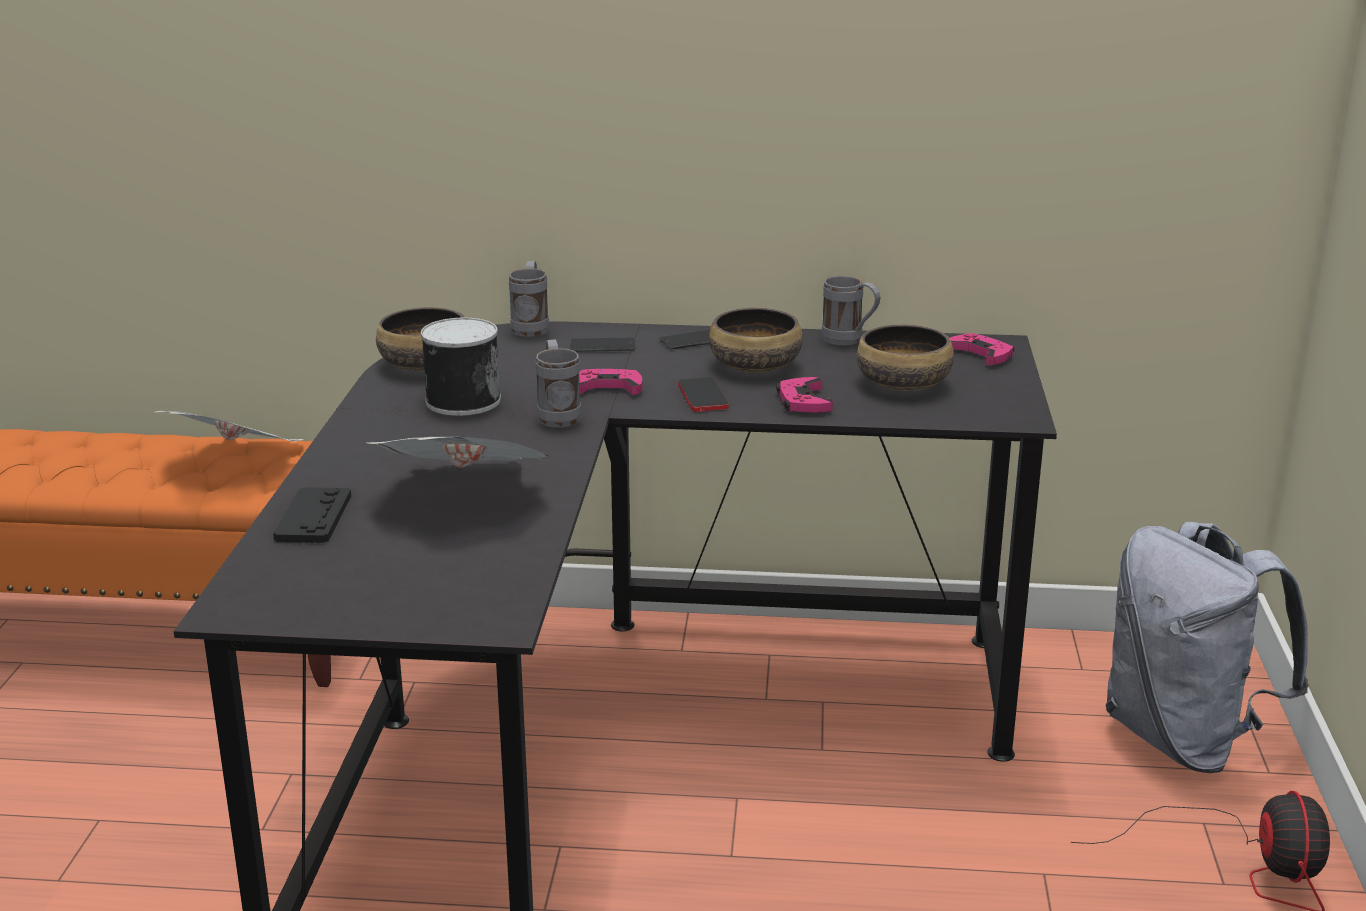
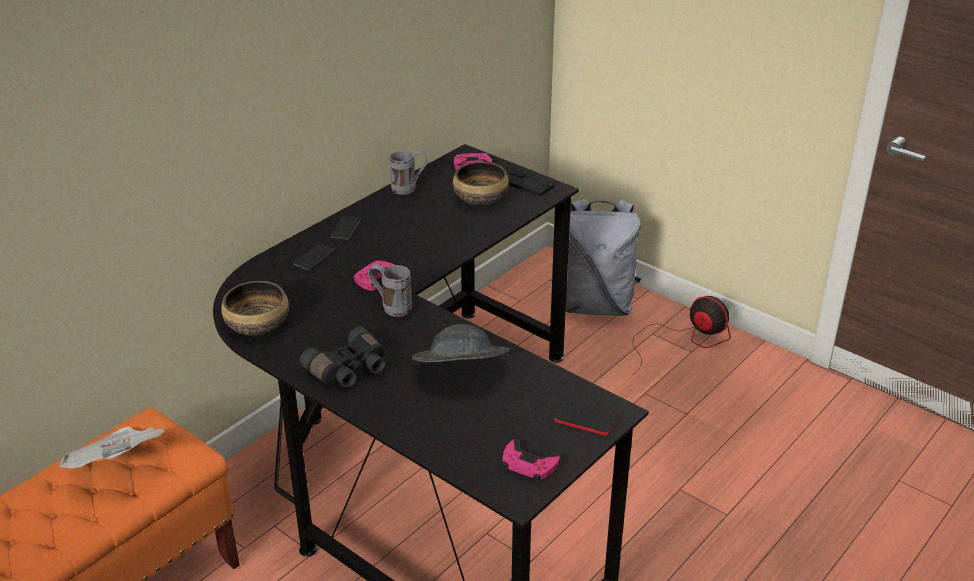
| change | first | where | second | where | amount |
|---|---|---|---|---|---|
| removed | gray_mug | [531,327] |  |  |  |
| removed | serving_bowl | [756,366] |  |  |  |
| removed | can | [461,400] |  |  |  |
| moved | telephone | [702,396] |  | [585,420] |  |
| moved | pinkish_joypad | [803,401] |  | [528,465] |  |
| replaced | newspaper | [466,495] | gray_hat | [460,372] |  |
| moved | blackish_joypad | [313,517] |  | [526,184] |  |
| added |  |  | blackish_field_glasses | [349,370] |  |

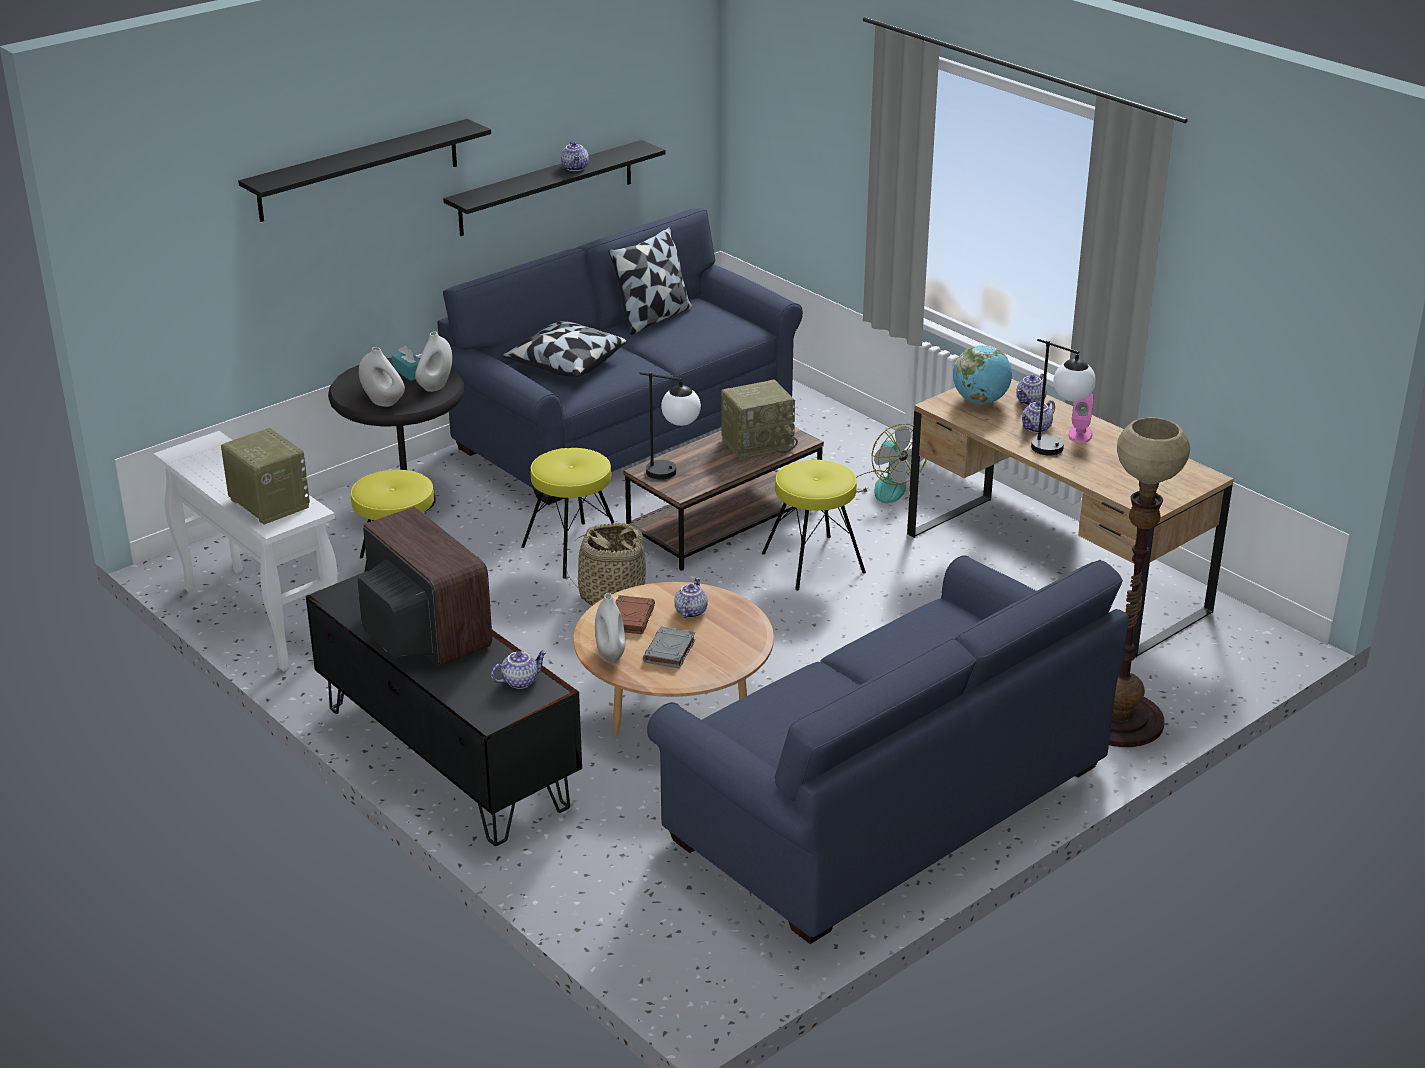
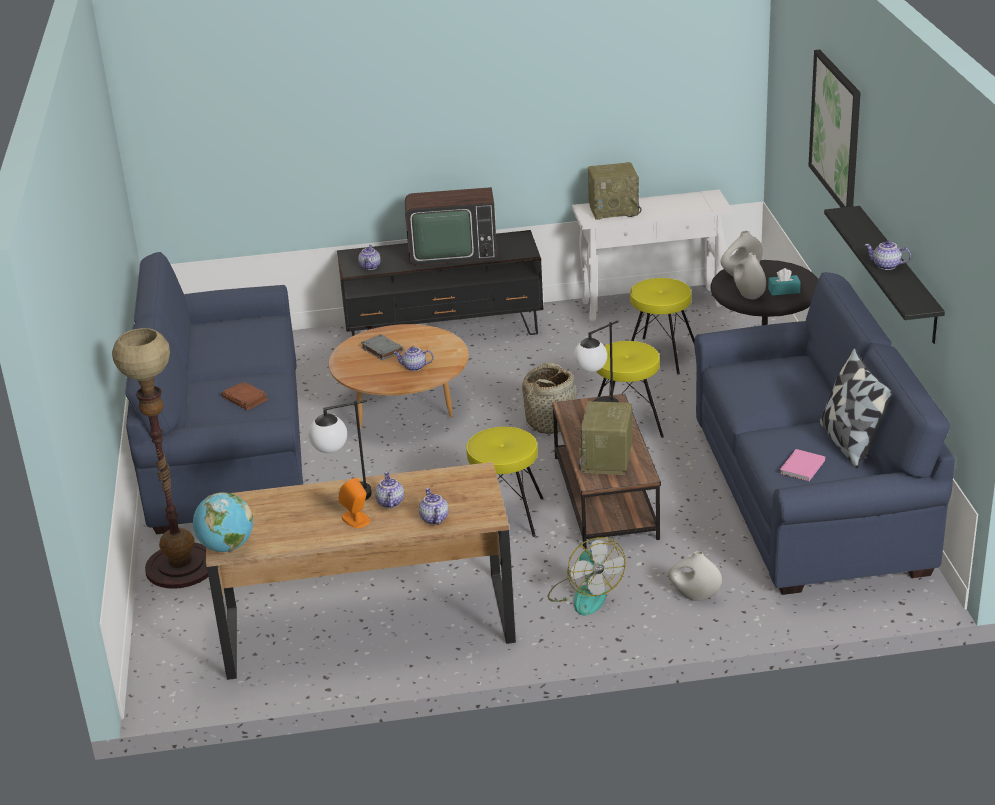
| change | first | where | second | where | amount |
|---|---|---|---|---|---|
| replaced | blackish_wall_shelf | [359,170] | wall_art | [836,130] |  |
| removed | throw_pillow | [565,364] |  |  |  |
| moved | world_globe | [980,401] |  | [226,547] |  |
| recoloured | pinkish_speaker | [1080,434] | orange-coloured_speaker | [356,519] |  |
| turned | fan | [884,486] |  | [585,594] | 120 degrees counterclockwise |
| turned | tea_pot | [690,611] |  | [414,367] | 135 degrees clockwise |
| moved | whitish_flower_vase | [610,655] |  | [694,596] |  |
| moved | brown-coloured_volume | [630,618] |  | [246,399] |  |
| added |  |  | pinkish_volume | [801,467] |  |

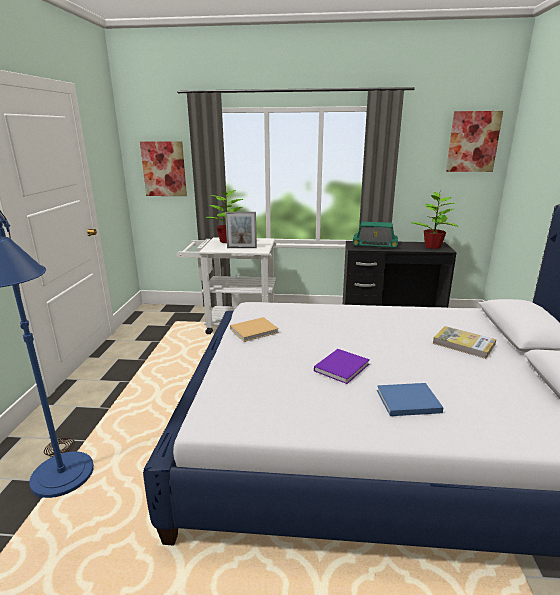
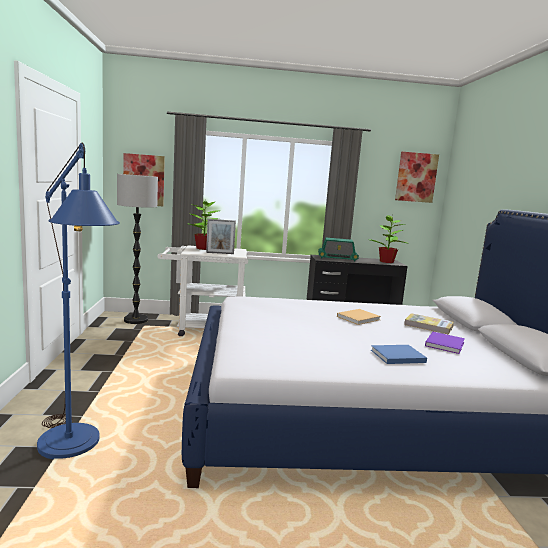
| change | first | where | second | where | amount |
|---|---|---|---|---|---|
| moved | sand-coloured_volume | [255,330] |  | [359,318] |  |
| moved | purplish_volume | [342,367] |  | [445,344] |  |
| added |  |  | standing_lamp | [135,320] |  |

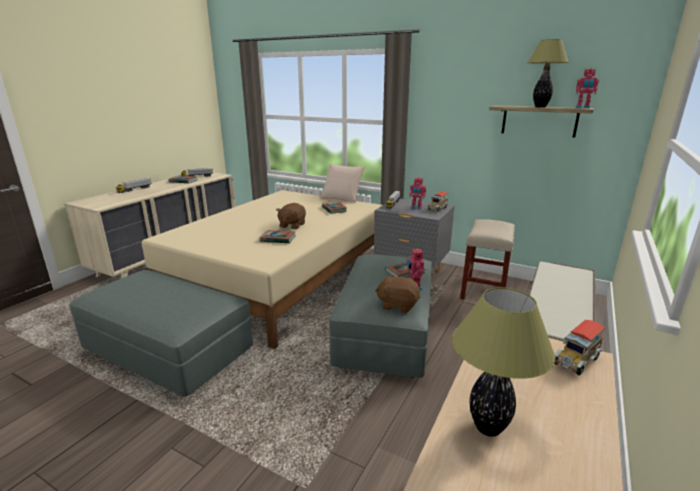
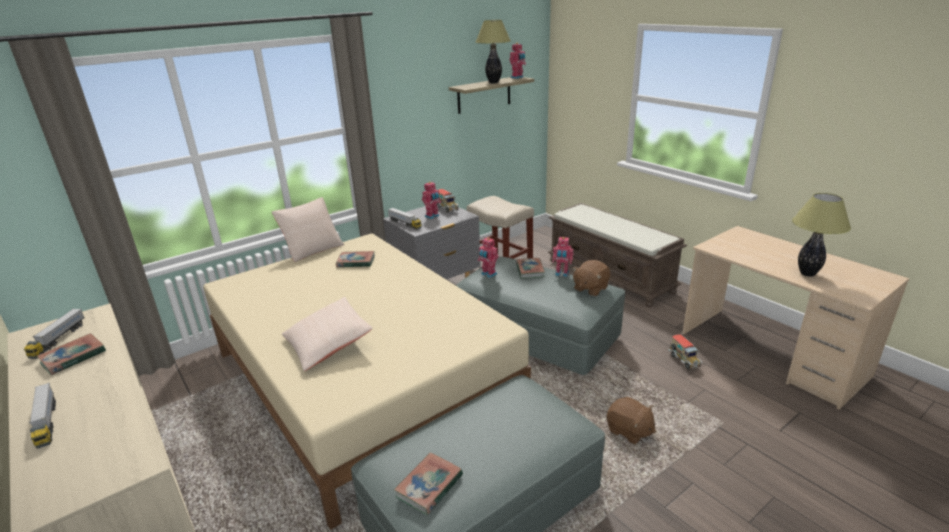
| change | first | where | second | where | amount |
|---|---|---|---|---|---|
| moved | brown-coloured_cuddly_toy | [292,225] |  | [629,431] |  |
| moved | volume | [278,239] |  | [429,486] |  |
| moved | toy_lorry | [575,361] |  | [683,361] |  |
| added |  |  | toy_robot | [488,274] |  |
| added |  |  | sand-coloured_throw_pillow | [328,344] |  |

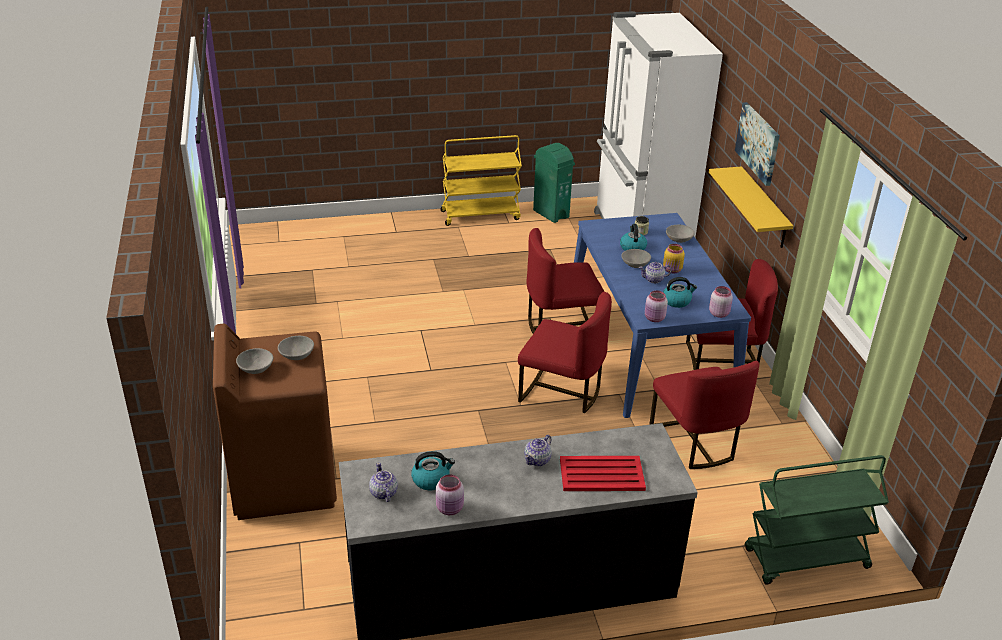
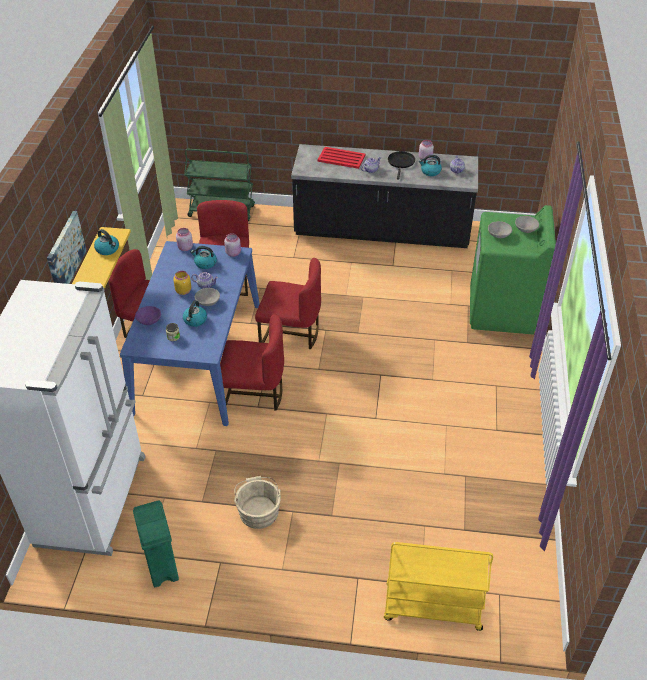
| change | first | where | second | where | amount |
|---|---|---|---|---|---|
| moved | yellow_wheeled_cart | [481,215] |  | [432,607] |  |
| recoloured | gray_serving_bowl | [678,240] | purplish_serving_bowl | [149,321] |  |
| turned | red-coloured_plain_chair | [561,391] |  | [290,334] | 150 degrees clockwise |
| recoloured | brown-coloured_washing_machine | [283,480] | green_washing_machine | [502,311] |  |
| added |  |  | blackish_skillet | [401,163] |  |
| added |  |  | kettle | [108,249] |  |
| added |  |  | sand-coloured_water_bucket | [258,510] |  |

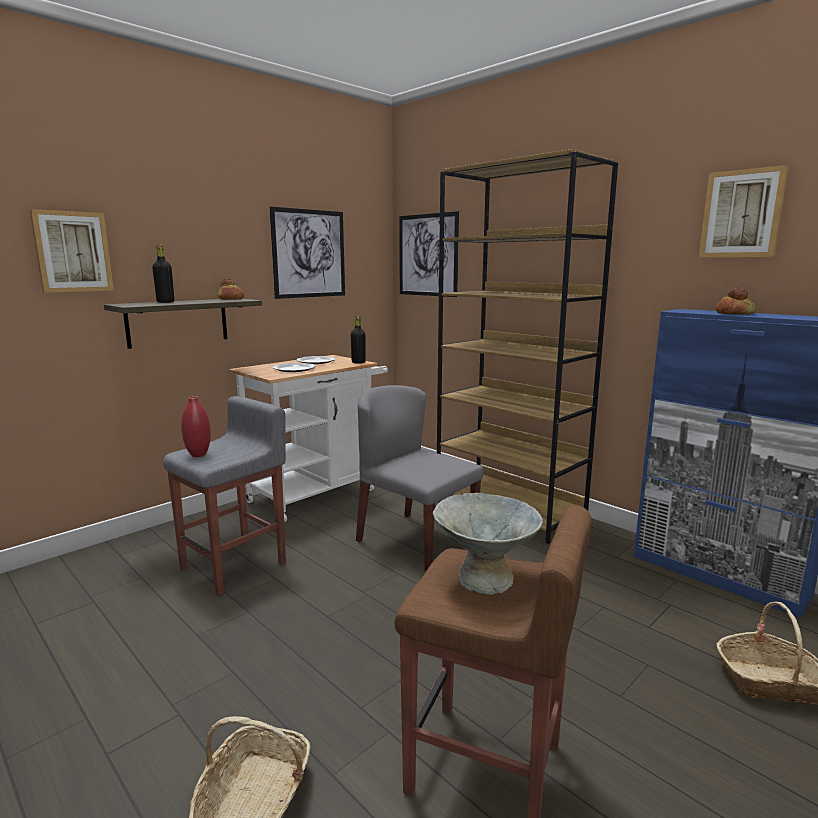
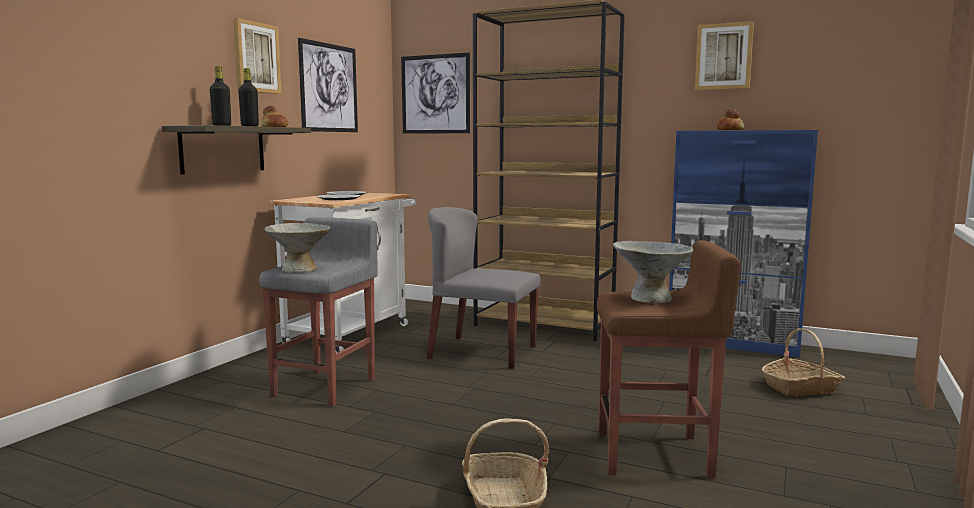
| change | first | where | second | where | amount |
|---|---|---|---|---|---|
| moved | wall_art | [73,252] |  | [256,57] |  |
| moved | blackish_bottle | [358,362] |  | [249,126] |  |
| replaced | red-coloured_flower_vase | [198,455] | gray_serving_bowl | [299,269] |  |

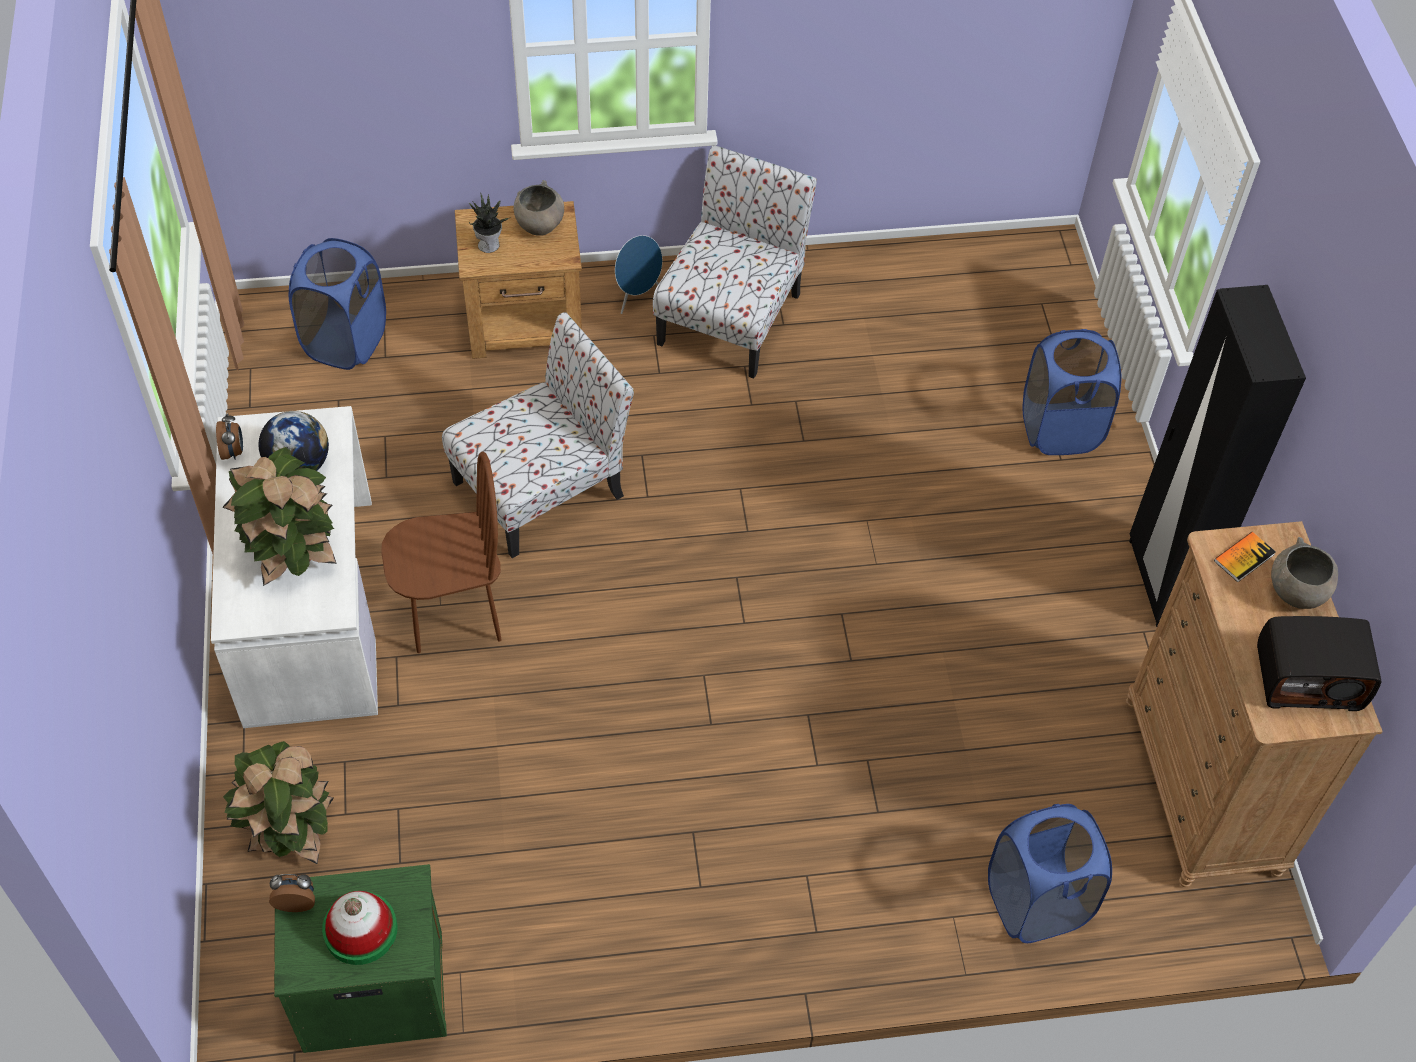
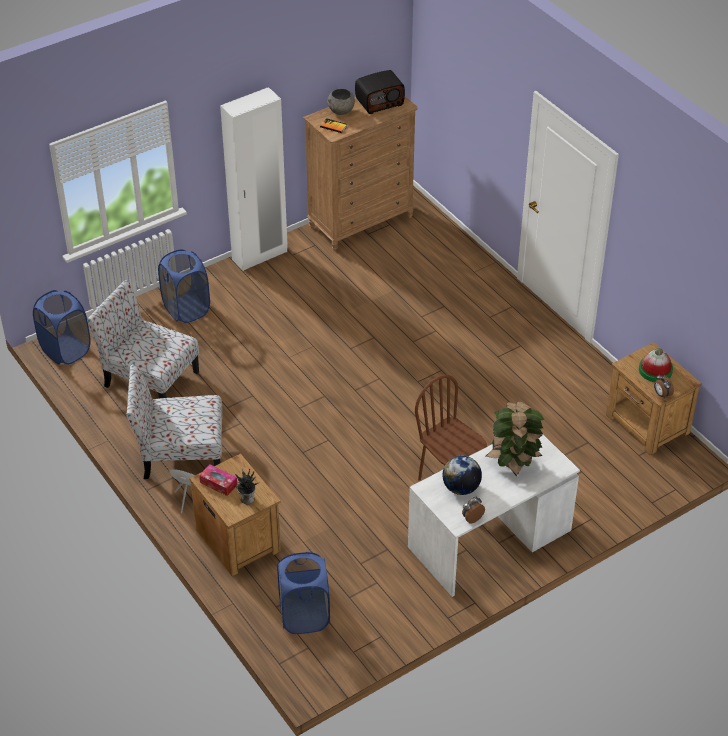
| change | first | where | second | where | amount |
|---|---|---|---|---|---|
| replaced | gray_serving_bowl | [539,225] | box_of_tissues | [218,483] |  |
| recoloured | blackish_clothes_cupboard | [1161,581] | whitish_clothes_cupboard | [260,256] |  |
| moved | plain_chair | [542,487] |  | [149,378] |  |
| turned | radio_set | [1308,678] |  | [379,102] | 90 degrees clockwise |
| removed | potted_plant | [290,834] |  |  |  |
| moved | blue-coloured_hamper | [1036,903] |  | [66,350] |  |
| recoloured | green_bedside_table | [371,989] | brown-coloured_bedside_table | [647,425] |  |

